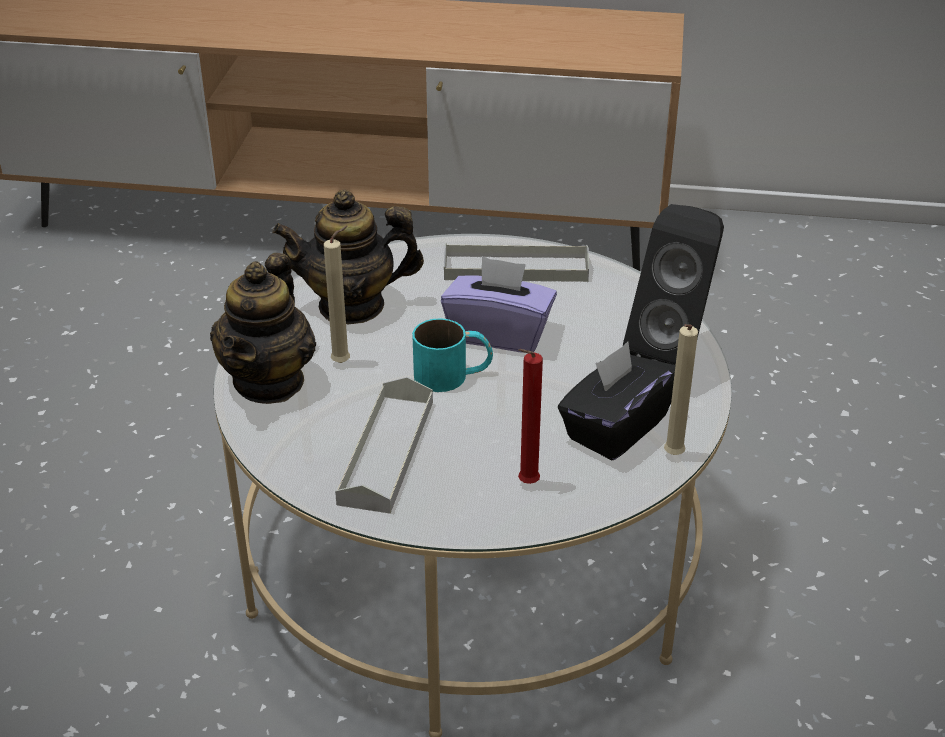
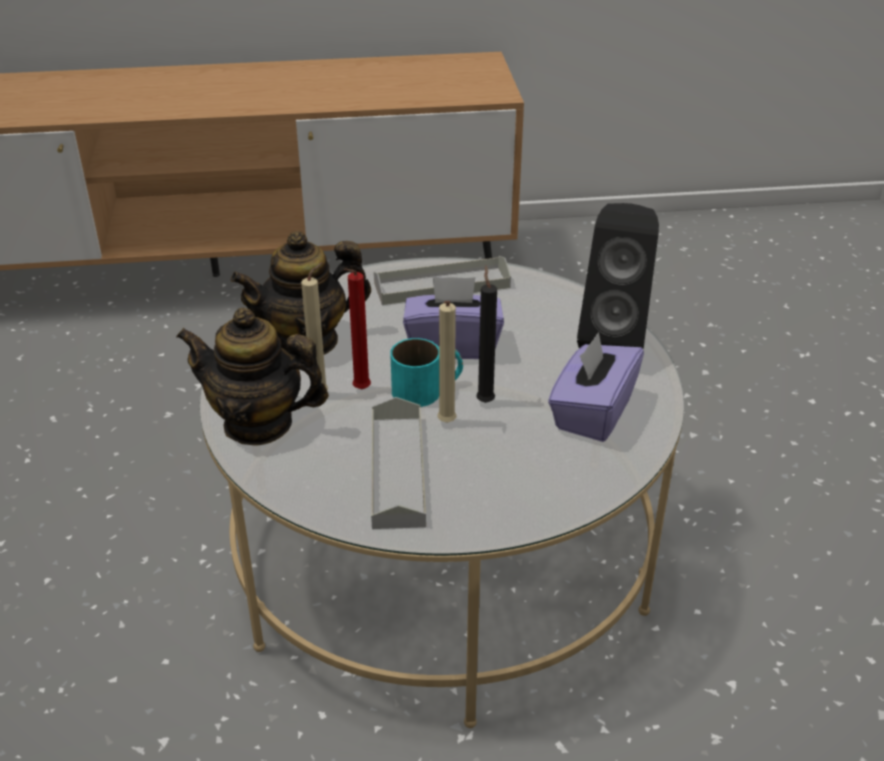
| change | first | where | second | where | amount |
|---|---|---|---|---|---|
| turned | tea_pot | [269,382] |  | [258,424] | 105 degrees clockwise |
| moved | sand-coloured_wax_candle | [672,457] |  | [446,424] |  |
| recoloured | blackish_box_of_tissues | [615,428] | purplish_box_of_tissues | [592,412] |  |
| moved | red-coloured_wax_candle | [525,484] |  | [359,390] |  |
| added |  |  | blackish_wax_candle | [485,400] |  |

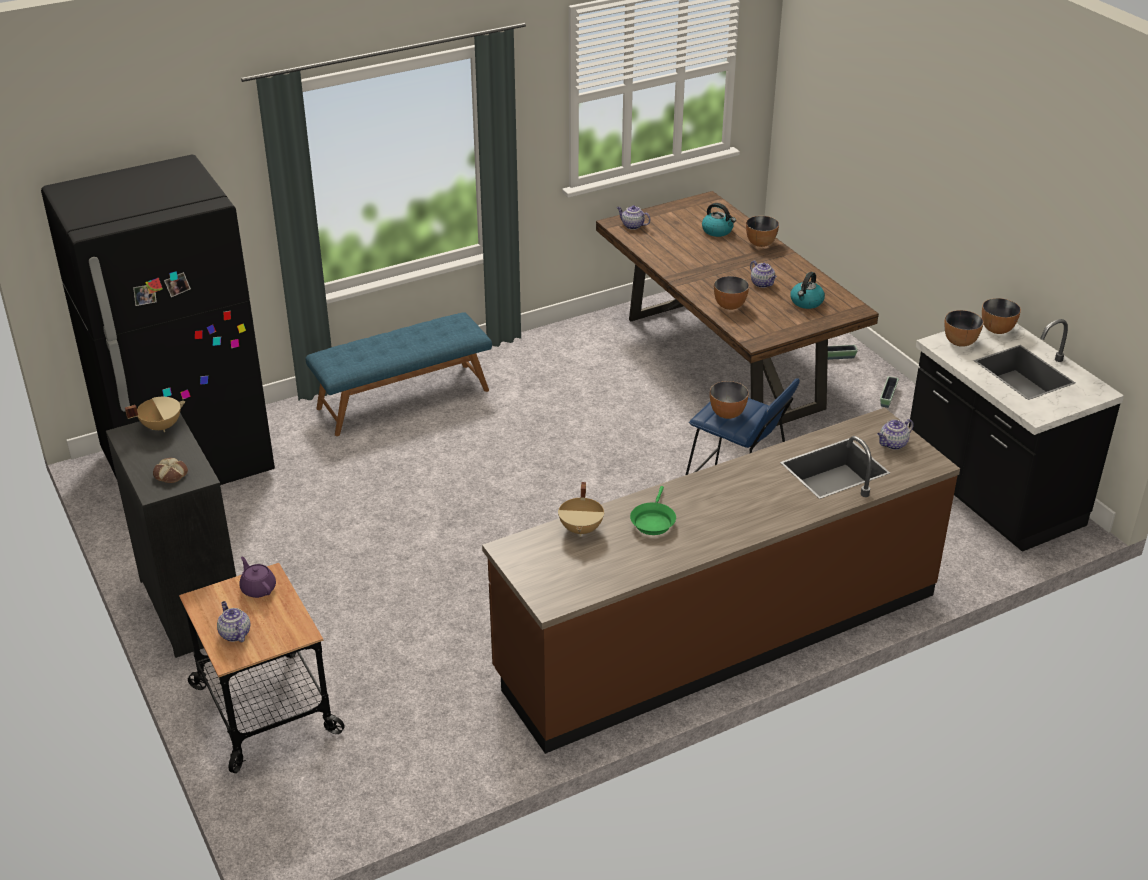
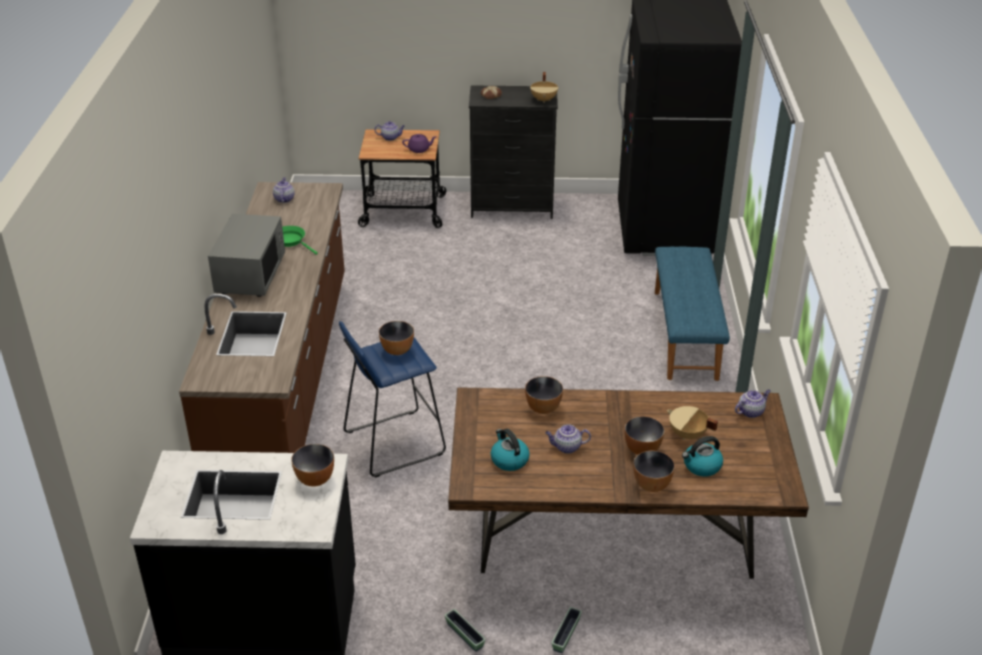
| change | first | where | second | where | amount |
|---|---|---|---|---|---|
| moved | serving_bowl | [997,330] |  | [642,450] |  |
| moved | tea_pot | [893,444] |  | [284,199] |  |
| moved | sand-coloured_saucepot | [582,529] |  | [687,435] |  |
| added |  |  | gray_microwave | [250,275] |  |

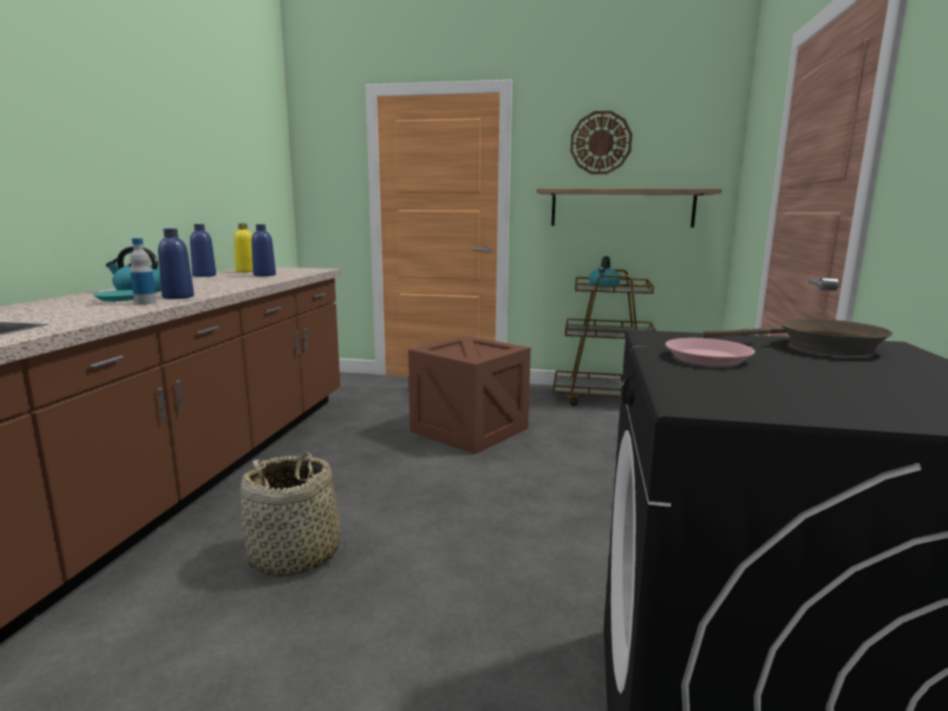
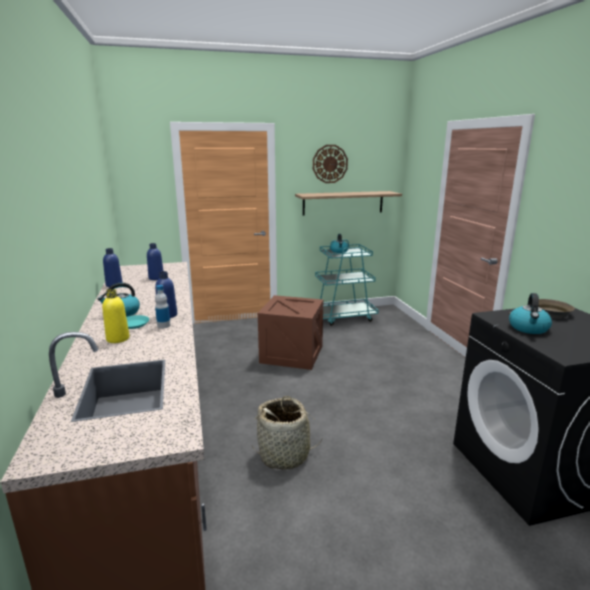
| change | first | where | second | where | amount |
|---|---|---|---|---|---|
| moved | yellow_bottle | [246,271] |  | [118,339] |  |
| recoloured | brown-coloured_wheeled_cart | [605,398] | turquoise-coloured_wheeled_cart | [343,317] |  |
| replaced | pinkish_flat_dish | [708,357] | kettle | [528,328] |  |

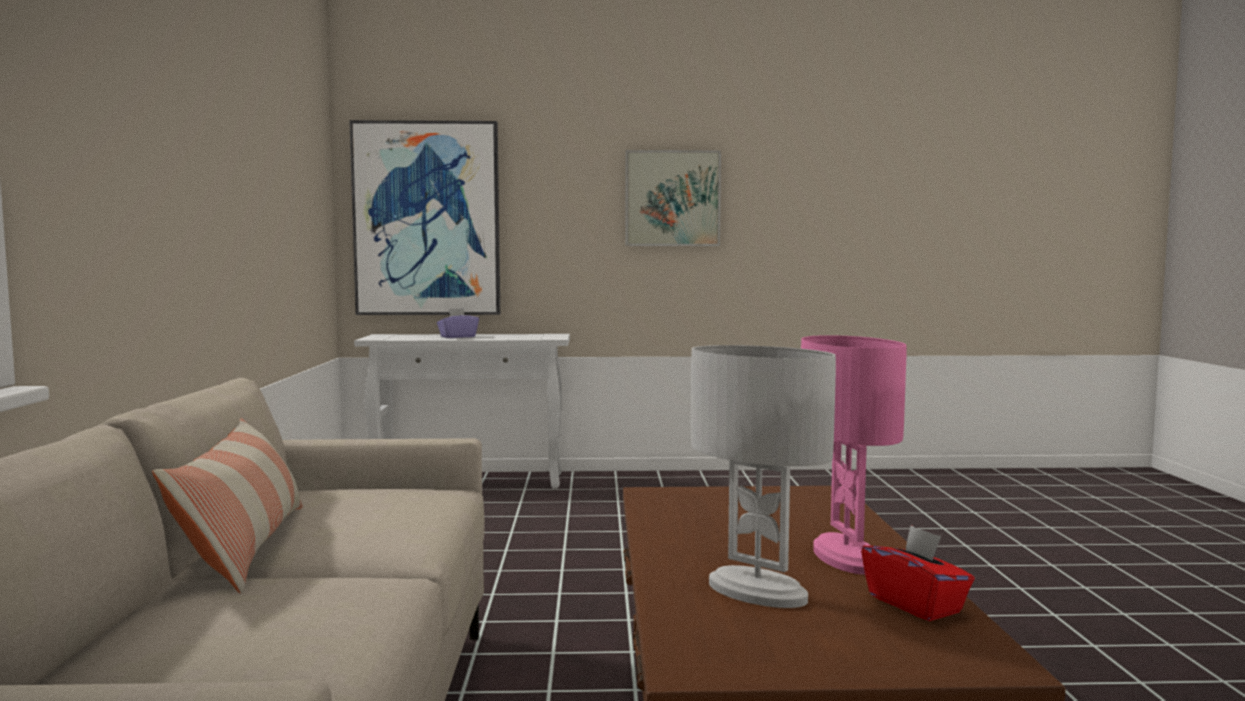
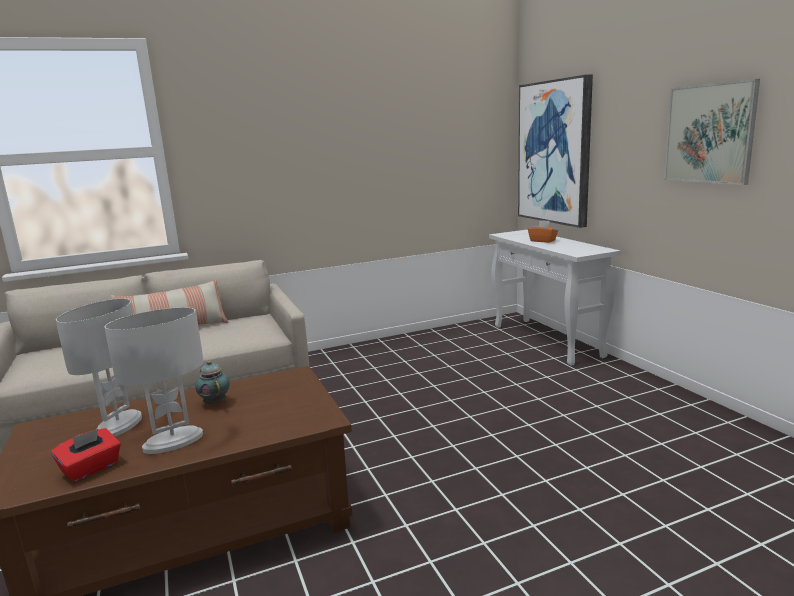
| change | first | where | second | where | amount |
|---|---|---|---|---|---|
| recoloured | purplish_box_of_tissues | [458,337] | orange-coloured_box_of_tissues | [542,241] |  |
| recoloured | pinkish_table_lamp | [844,557] | whitish_table_lamp | [173,441] |  |
| added |  |  | tea_pot | [215,402] |  |

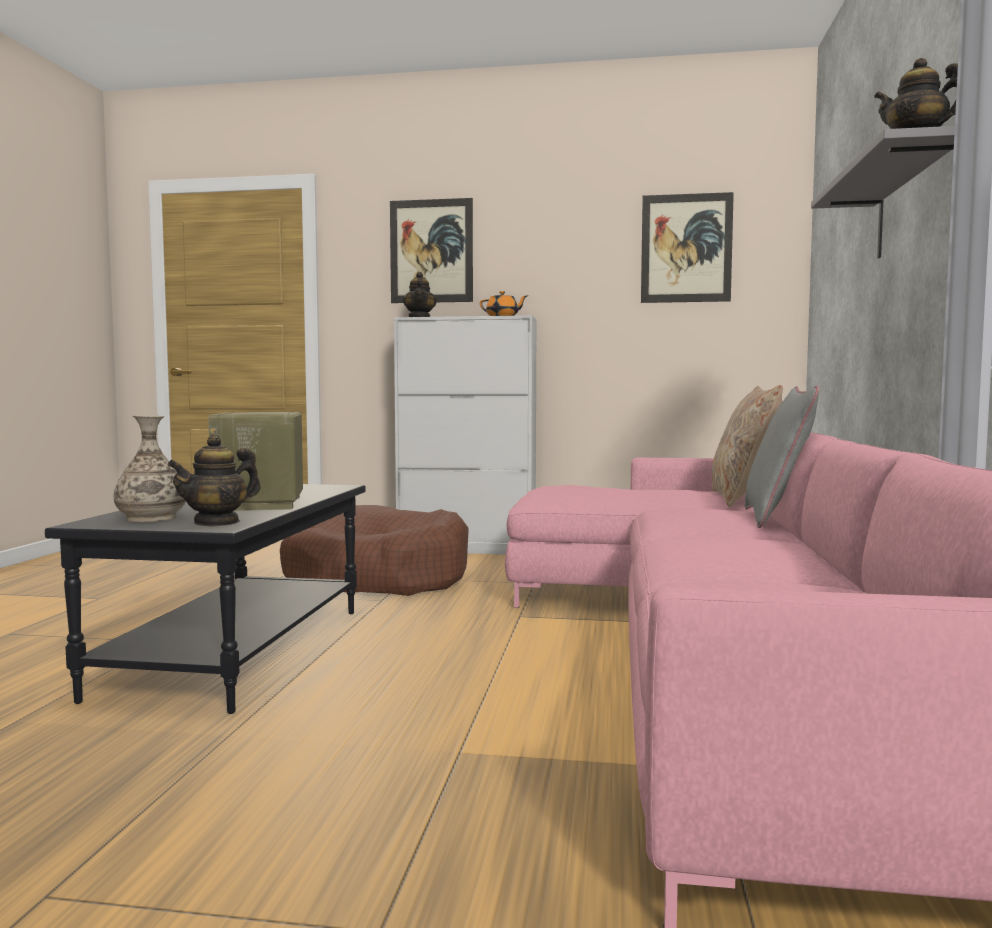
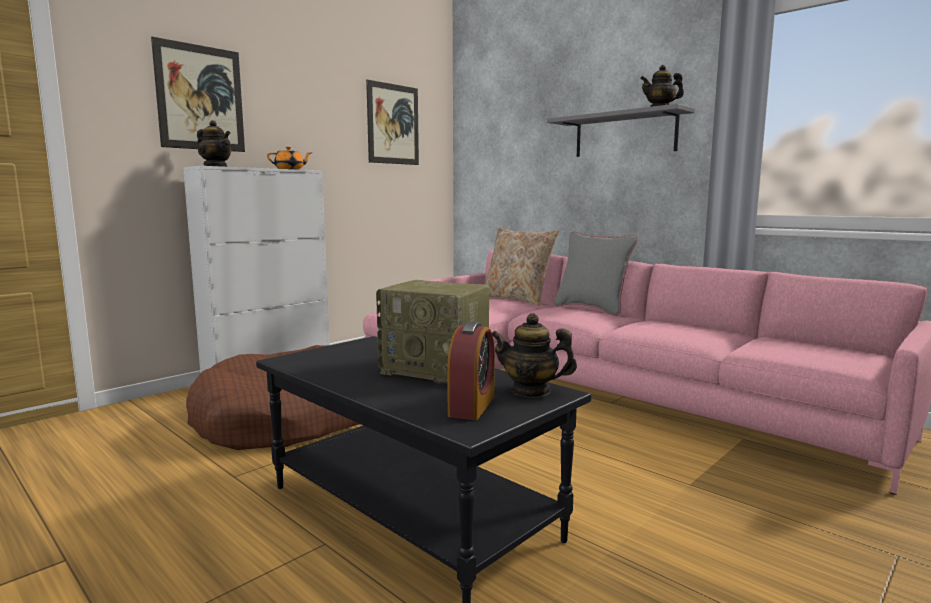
| change | first | where | second | where | amount |
|---|---|---|---|---|---|
| replaced | flower_vase | [152,518] | table_clock | [471,406] |  |
| turned | tea_pot | [217,522] |  | [531,391] | 120 degrees clockwise |

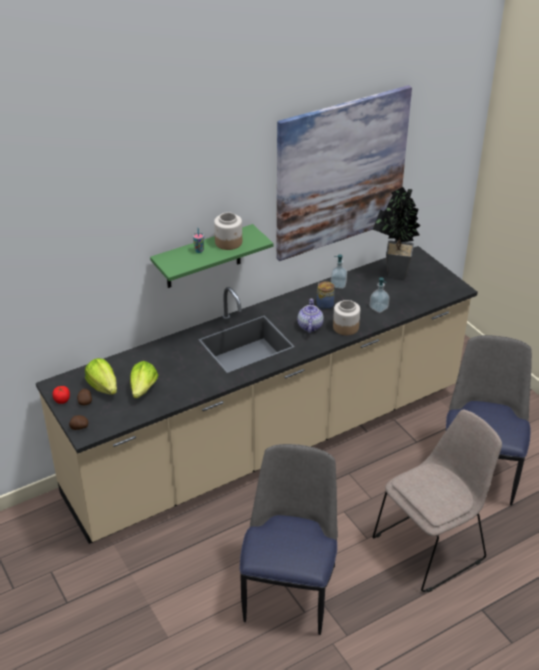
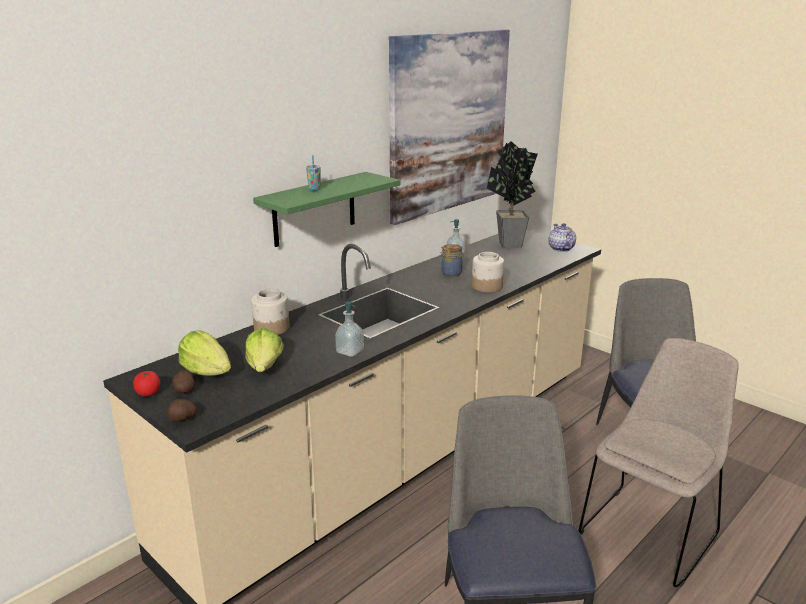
| change | first | where | second | where | amount |
|---|---|---|---|---|---|
| moved | preserve_jar | [229,242] |  | [272,328] |  |
| moved | liquid_soap_bottle | [378,308] |  | [350,351] |  |
| moved | tea_pot | [309,326] |  | [560,248] |  |

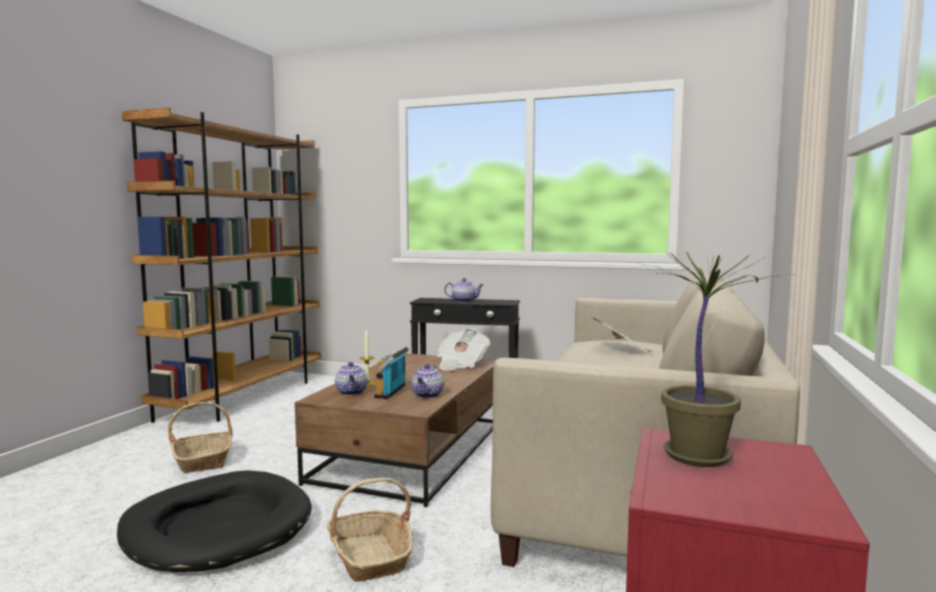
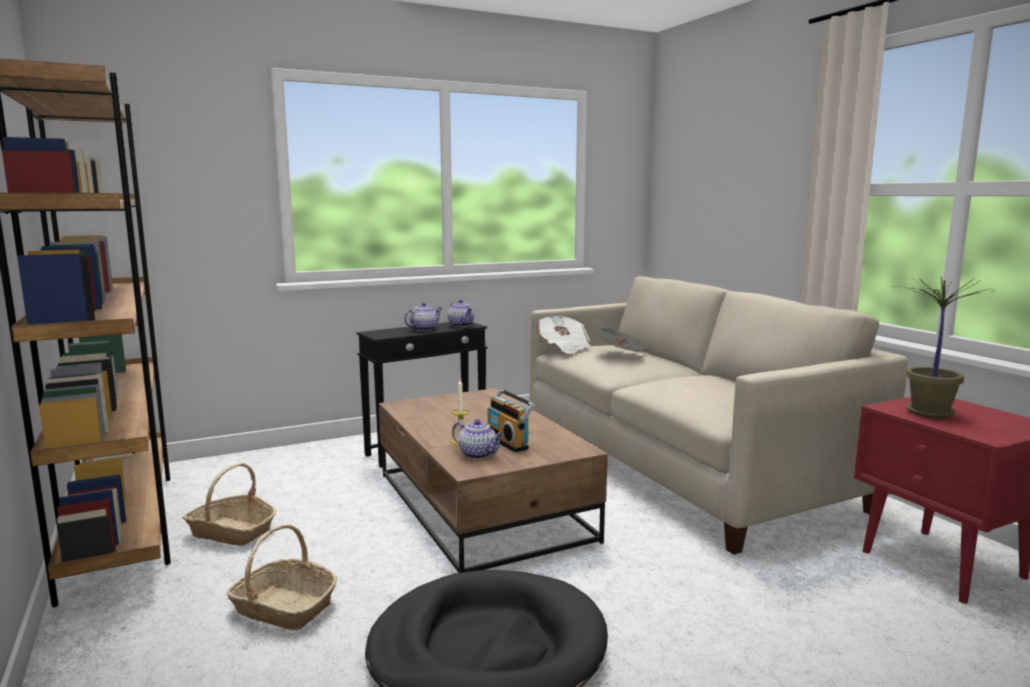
| change | first | where | second | where | amount |
|---|---|---|---|---|---|
| moved | newspaper | [461,364] |  | [564,347] |  |
| moved | tea_pot | [427,395] |  | [461,325] |  |
| moved | storage_basket | [370,557] |  | [232,531] |  |

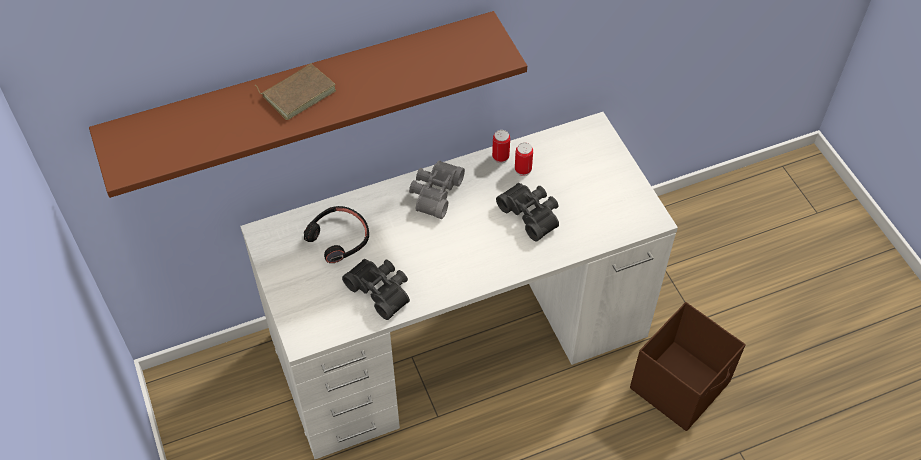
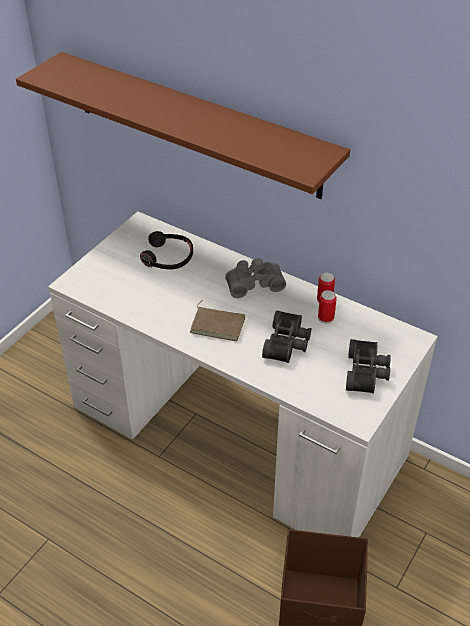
| change | first | where | second | where | amount |
|---|---|---|---|---|---|
| moved | brown-coloured_volume | [298,92] |  | [218,324] |  |
| moved | blackish_field_glasses | [381,290] |  | [367,373] |  |

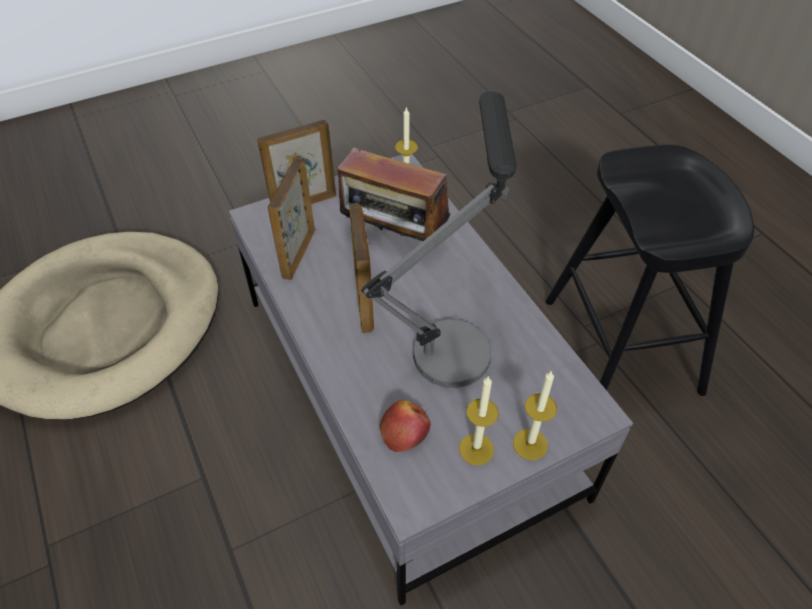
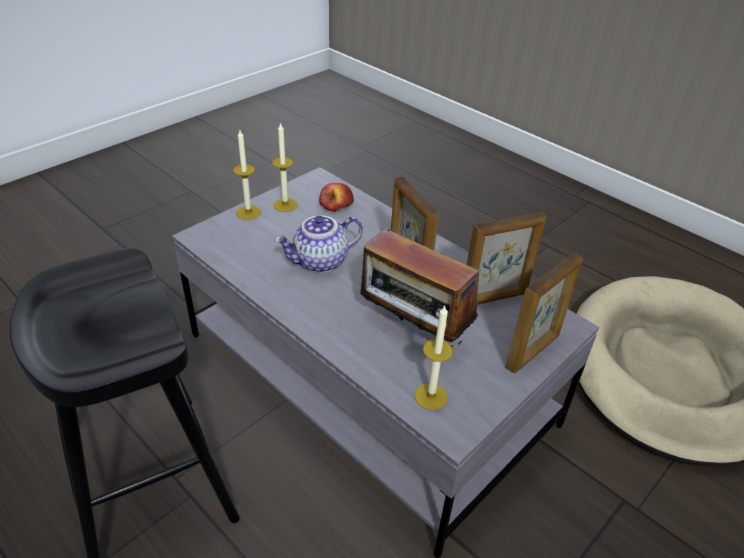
| change | first | where | second | where | amount |
|---|---|---|---|---|---|
| replaced | table_lamp | [454,335] | tea_pot | [320,262] |  |
| turned | radio_set | [393,239] |  | [413,332] | 150 degrees counterclockwise |
| turned | picture_frame | [298,254] |  | [494,298] | 75 degrees clockwise |

